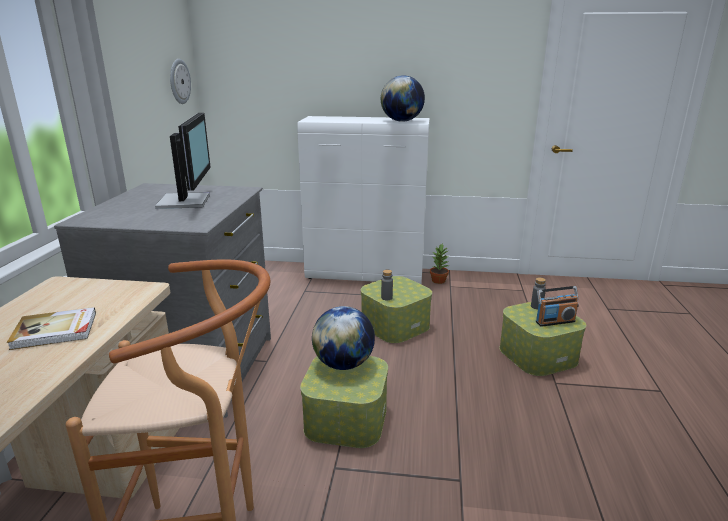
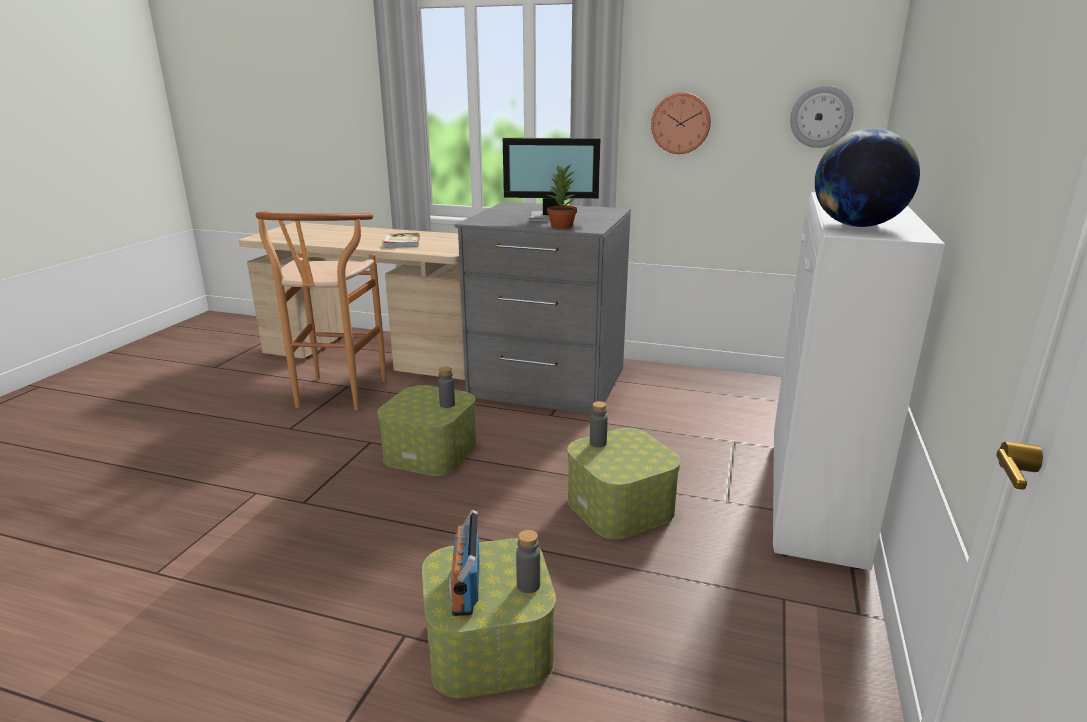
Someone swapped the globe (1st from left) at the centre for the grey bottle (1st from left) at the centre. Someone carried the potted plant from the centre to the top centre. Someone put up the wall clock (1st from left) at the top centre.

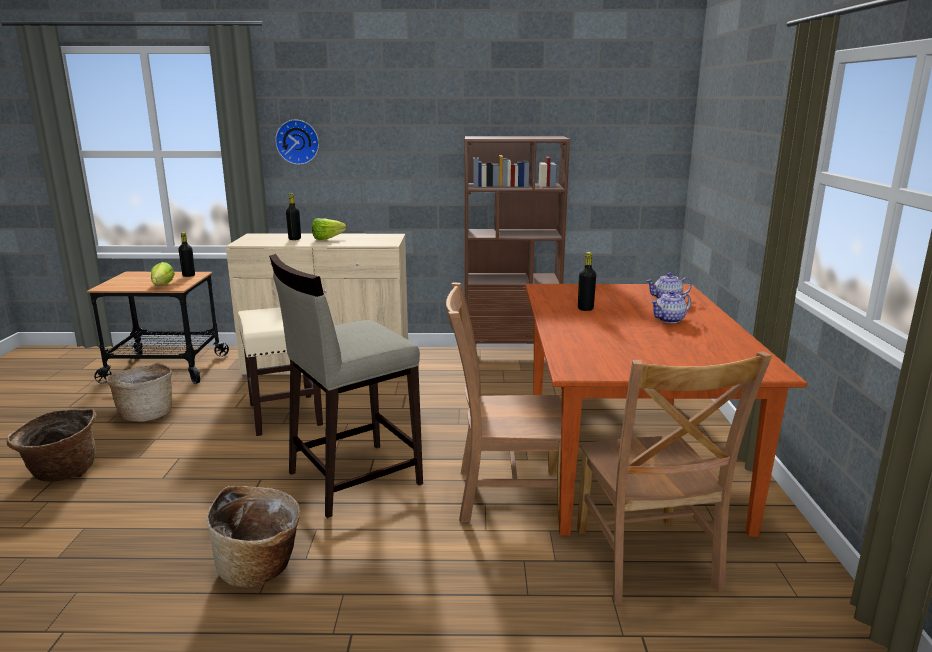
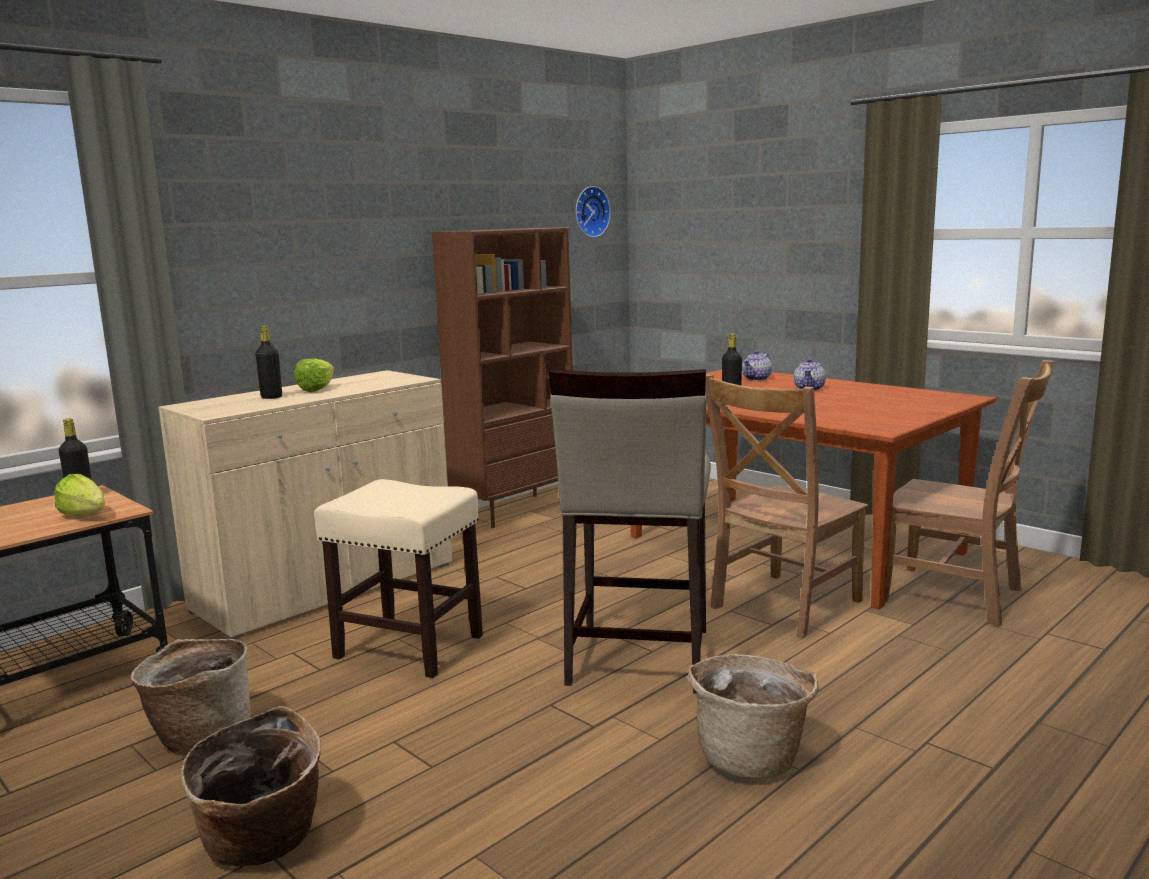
Someone carried the wall clock from the top left to the top centre.

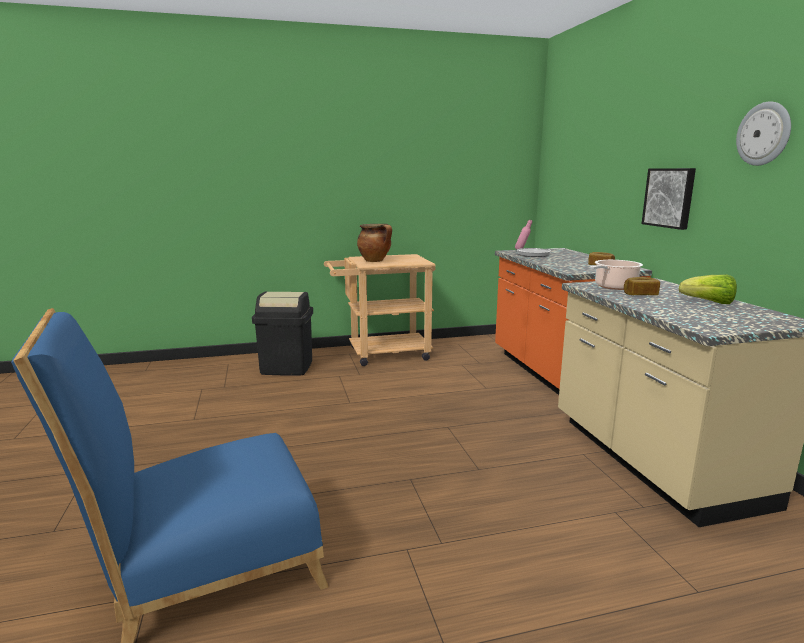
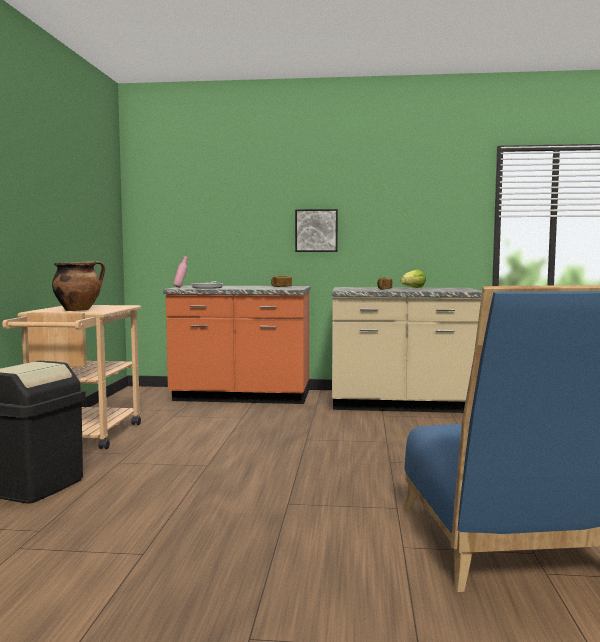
Someone took away the cooking pot (2nd from left) at the middle right. Someone took away the wall clock at the top right.

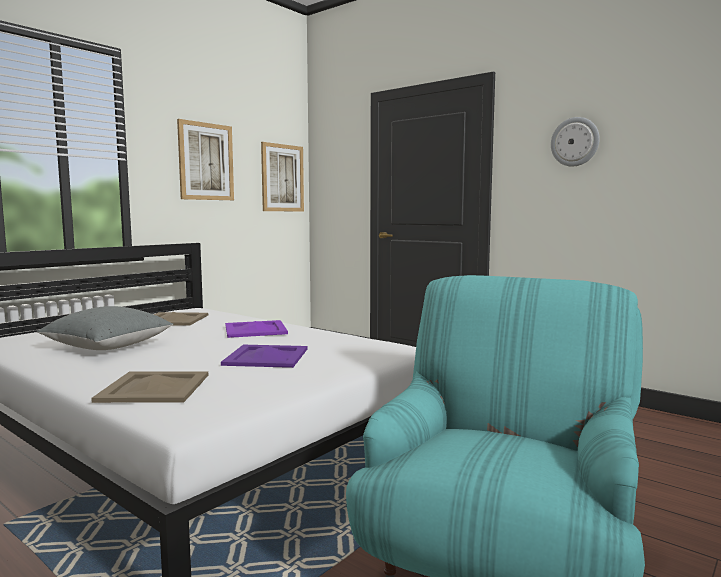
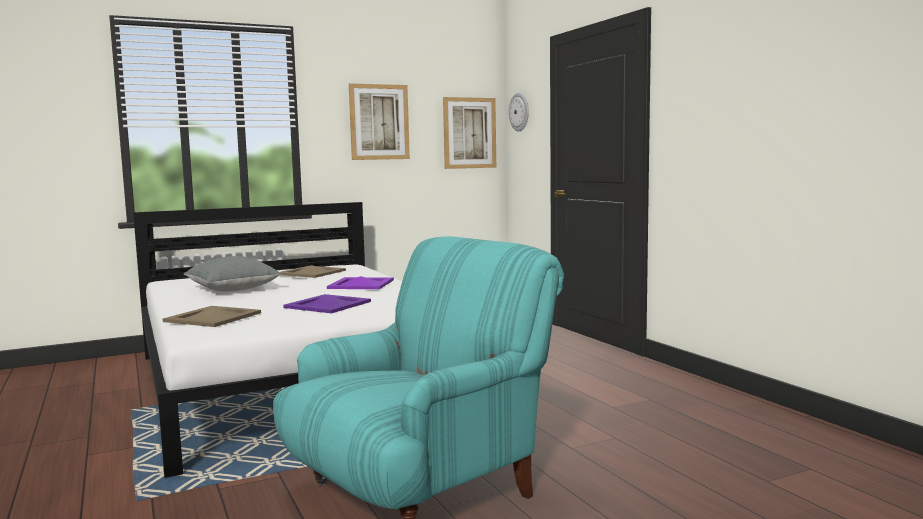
Someone carried the wall clock from the top right to the top centre.

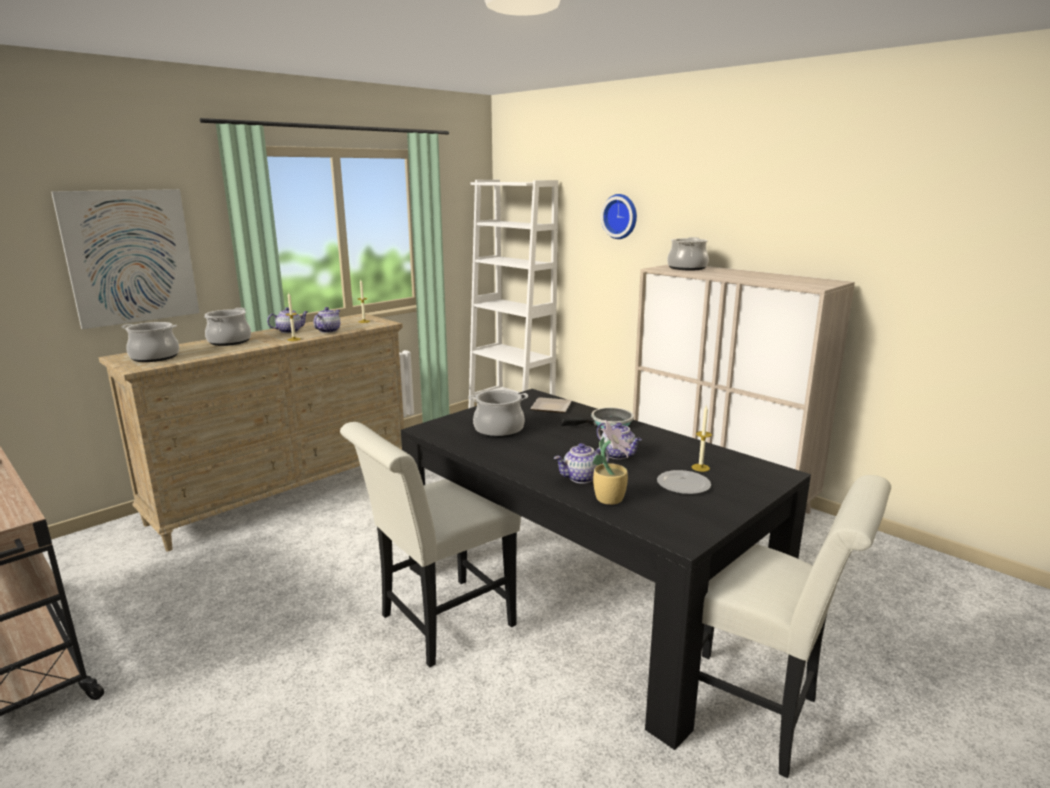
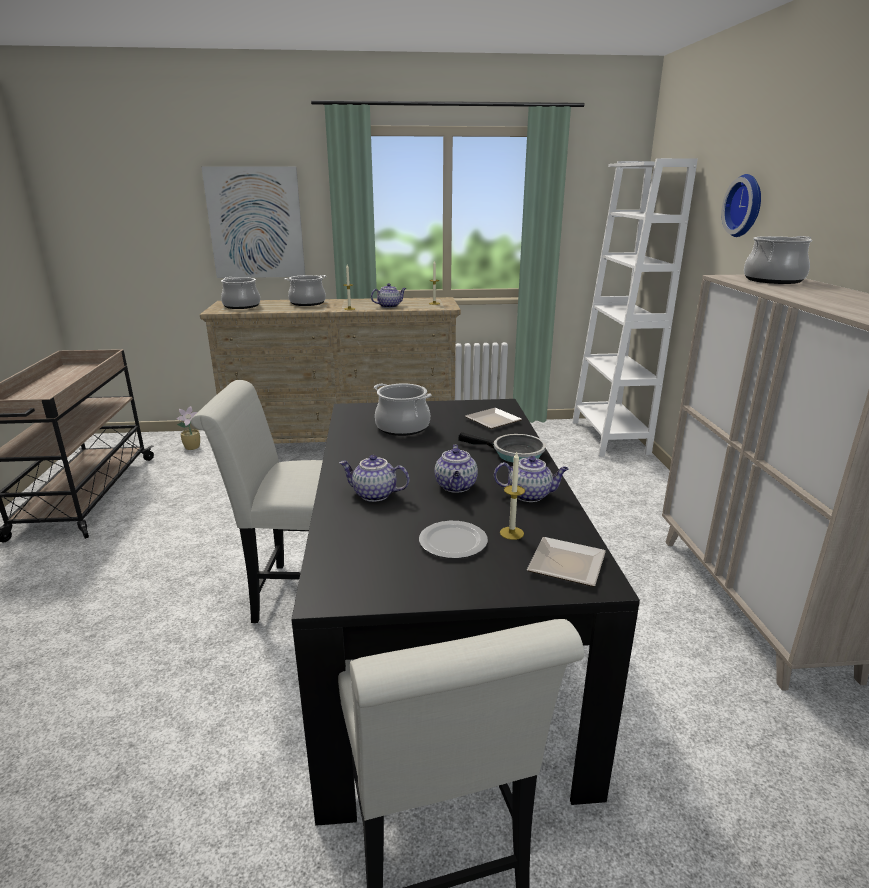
Someone carried the teapot (1st from left in the first image) from the middle left to the centre. Someone carried the potted plant from the centre to the middle left. Someone put down the plate (3rd from left) at the centre.

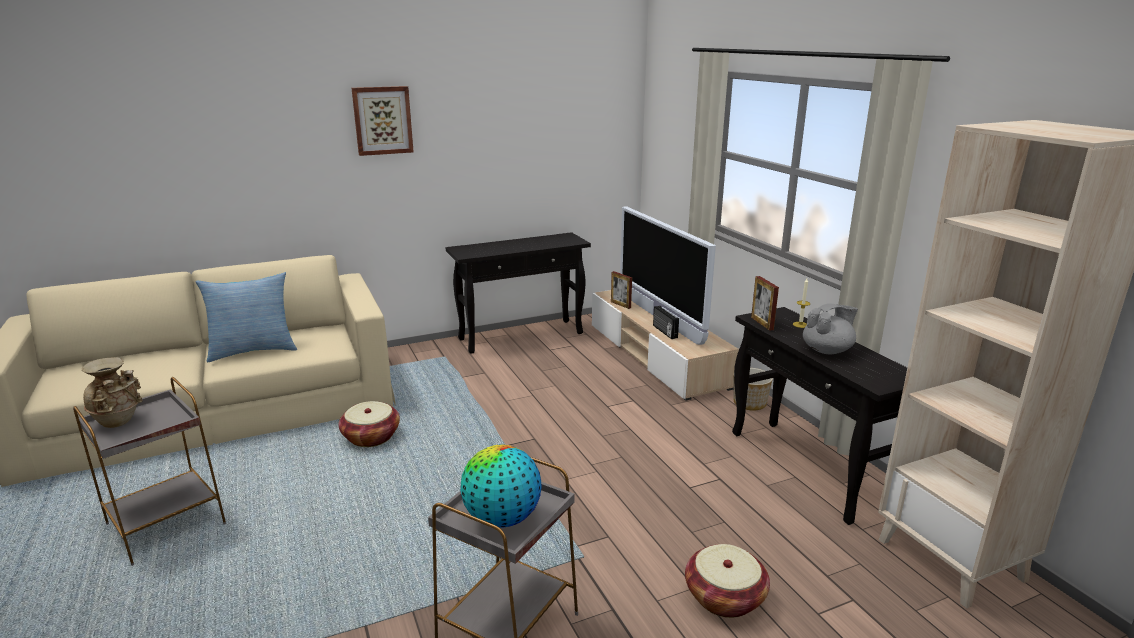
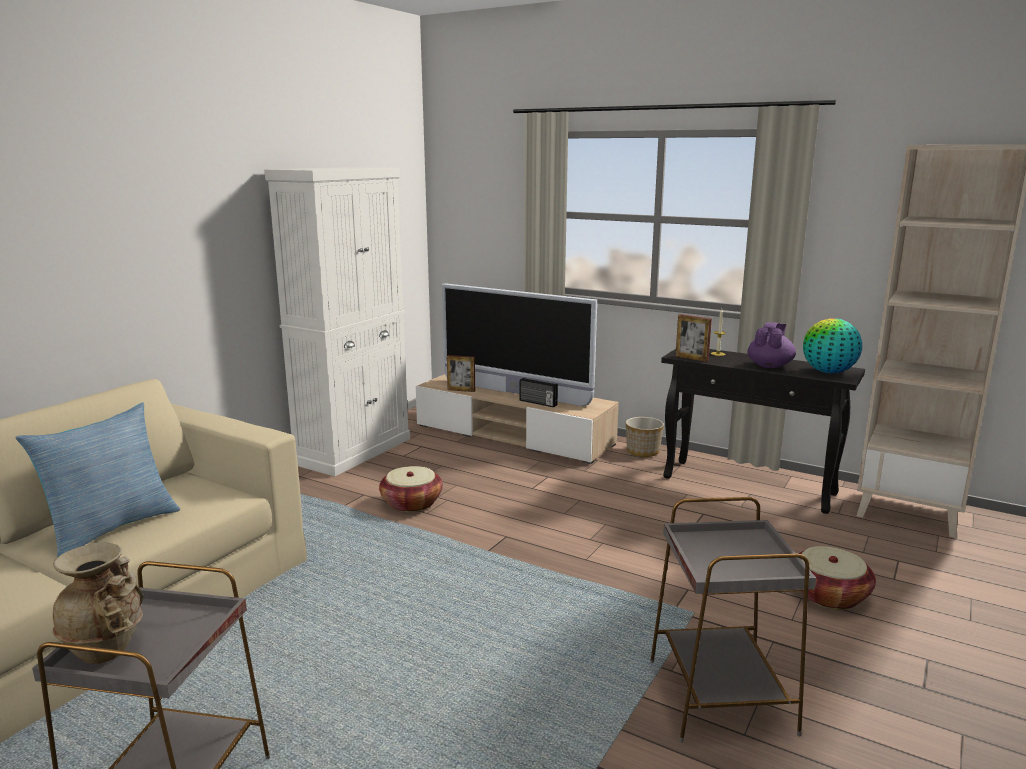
Someone carried the basket (1st from left) from the middle left to the centre. Someone took away the picture at the top centre. Someone swapped the black console table (1st from left) at the centre for the white cabinet at the middle left. Someone carried the globe from the bottom centre to the middle right. Someone repainted the grey teapot at the middle right, which became the purple teapot at the middle right.

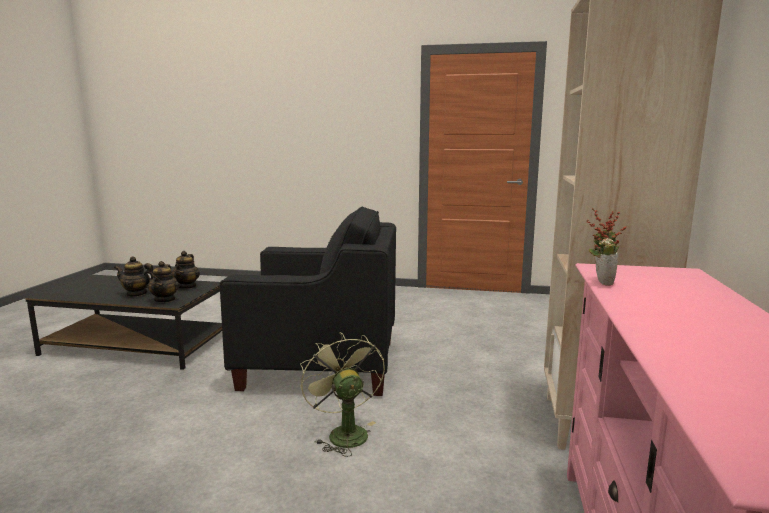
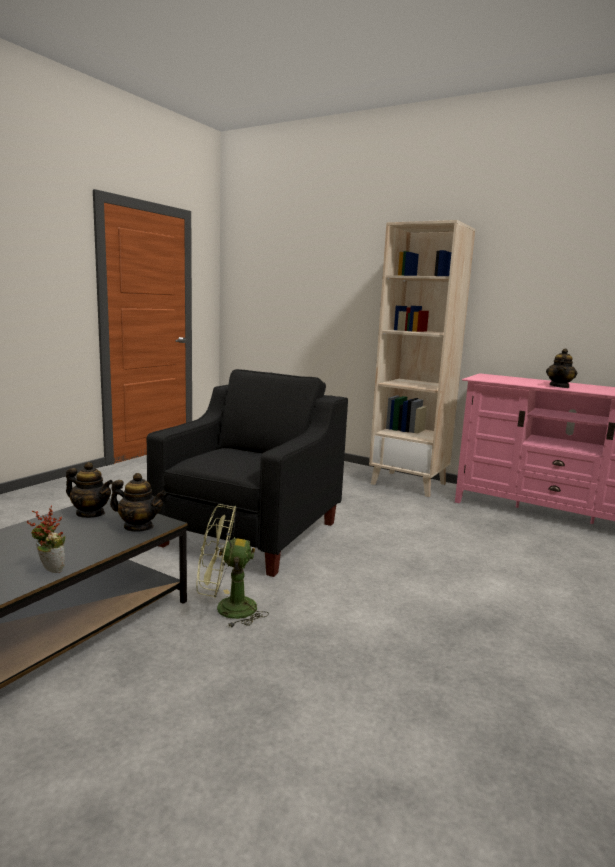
Someone carried the teapot (1st from left in the first image) from the middle left to the middle right. Someone carried the green fan from the bottom centre to the centre. Someone carried the potted plant from the middle right to the middle left.

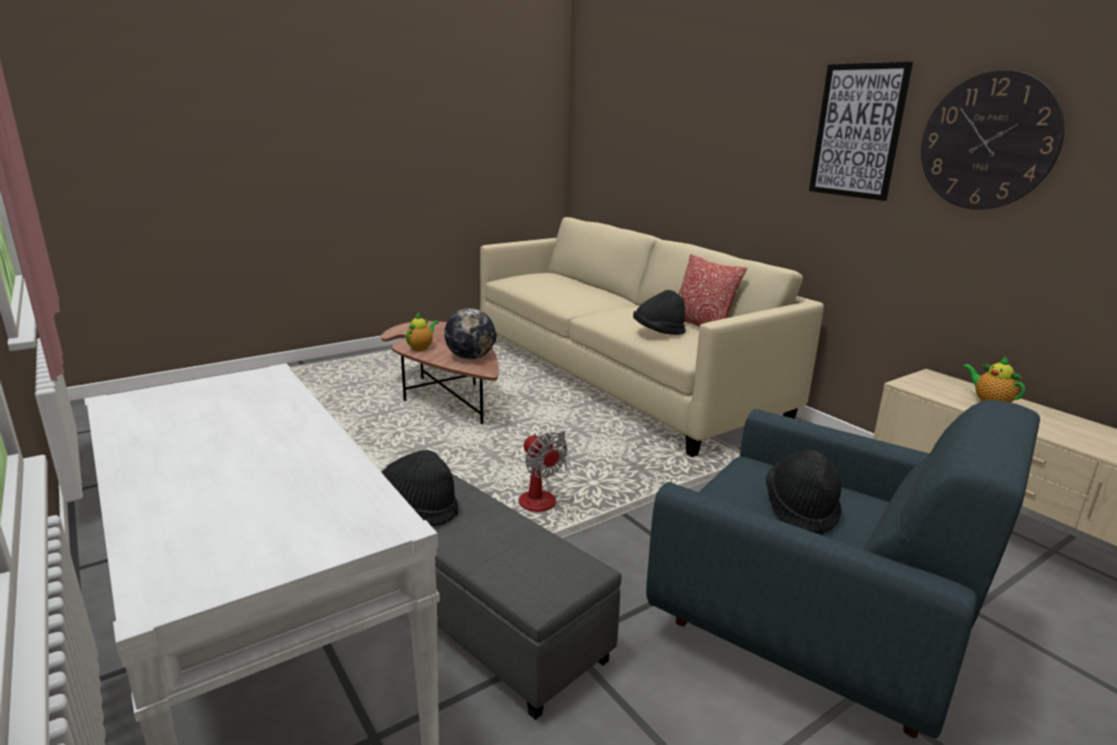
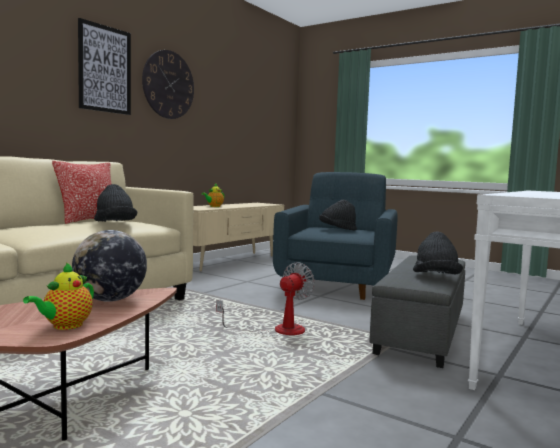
Someone rotated the teapot (1st from left) at the centre by 75 degrees counterclockwise.

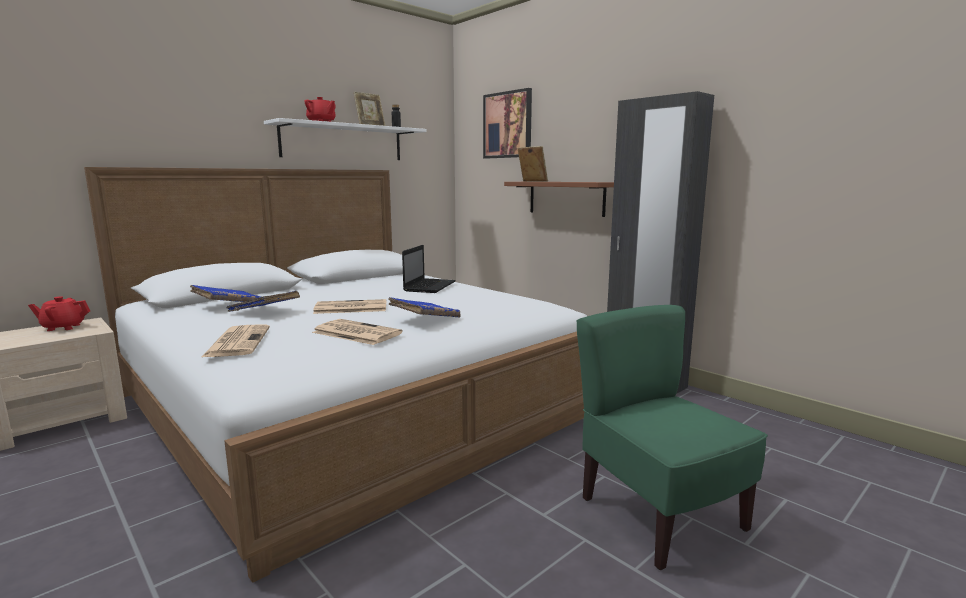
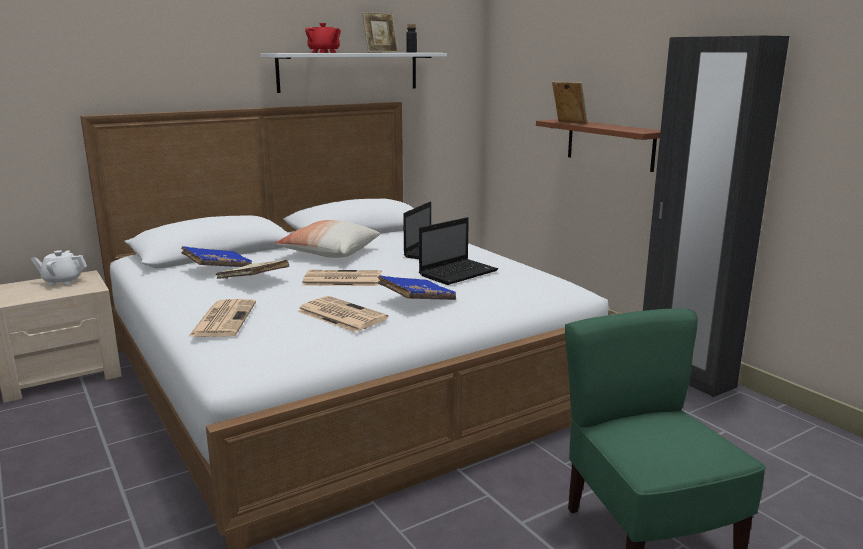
Someone repainted the red teapot (1st from left) at the middle left, which became the white teapot at the middle left. Someone repainted the blue book (2nd from left) at the middle left, which became the beige book at the middle left. Someone took away the picture at the top centre. Someone put down the pillow at the centre. Someone put down the laptop (2nd from left) at the centre.

